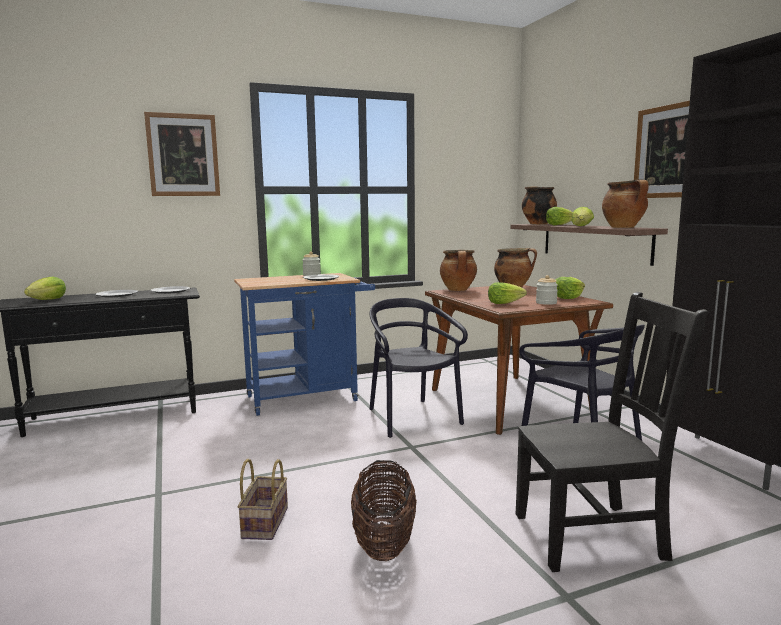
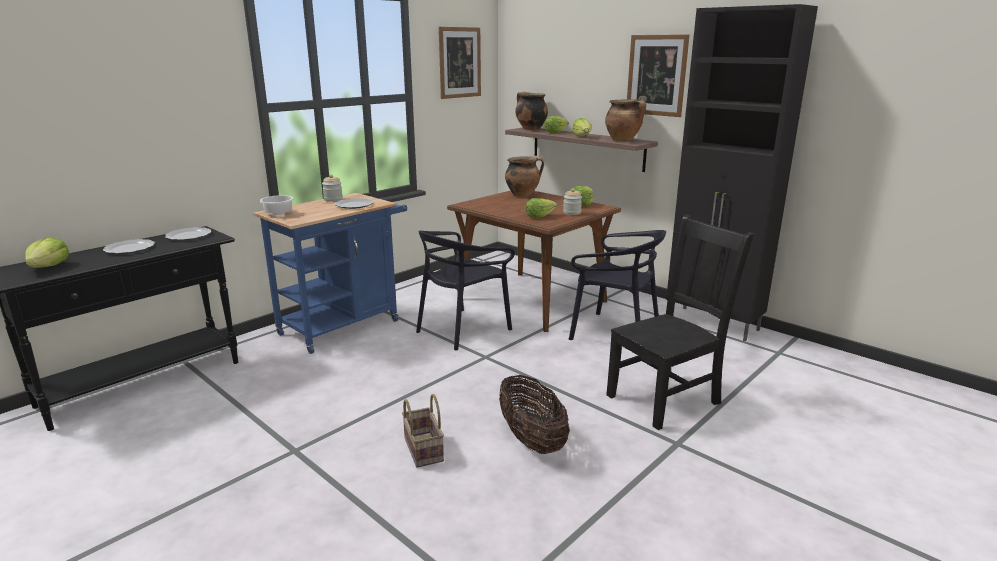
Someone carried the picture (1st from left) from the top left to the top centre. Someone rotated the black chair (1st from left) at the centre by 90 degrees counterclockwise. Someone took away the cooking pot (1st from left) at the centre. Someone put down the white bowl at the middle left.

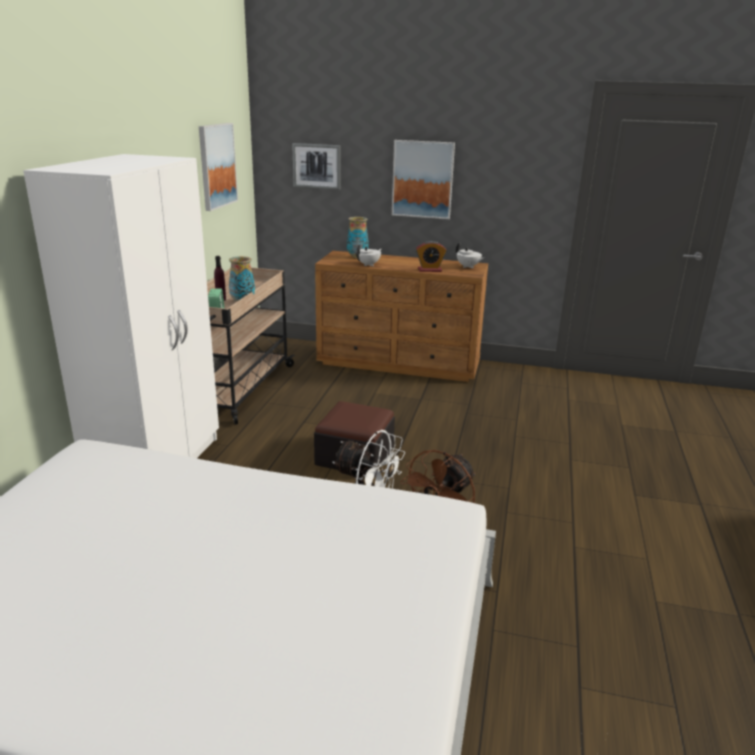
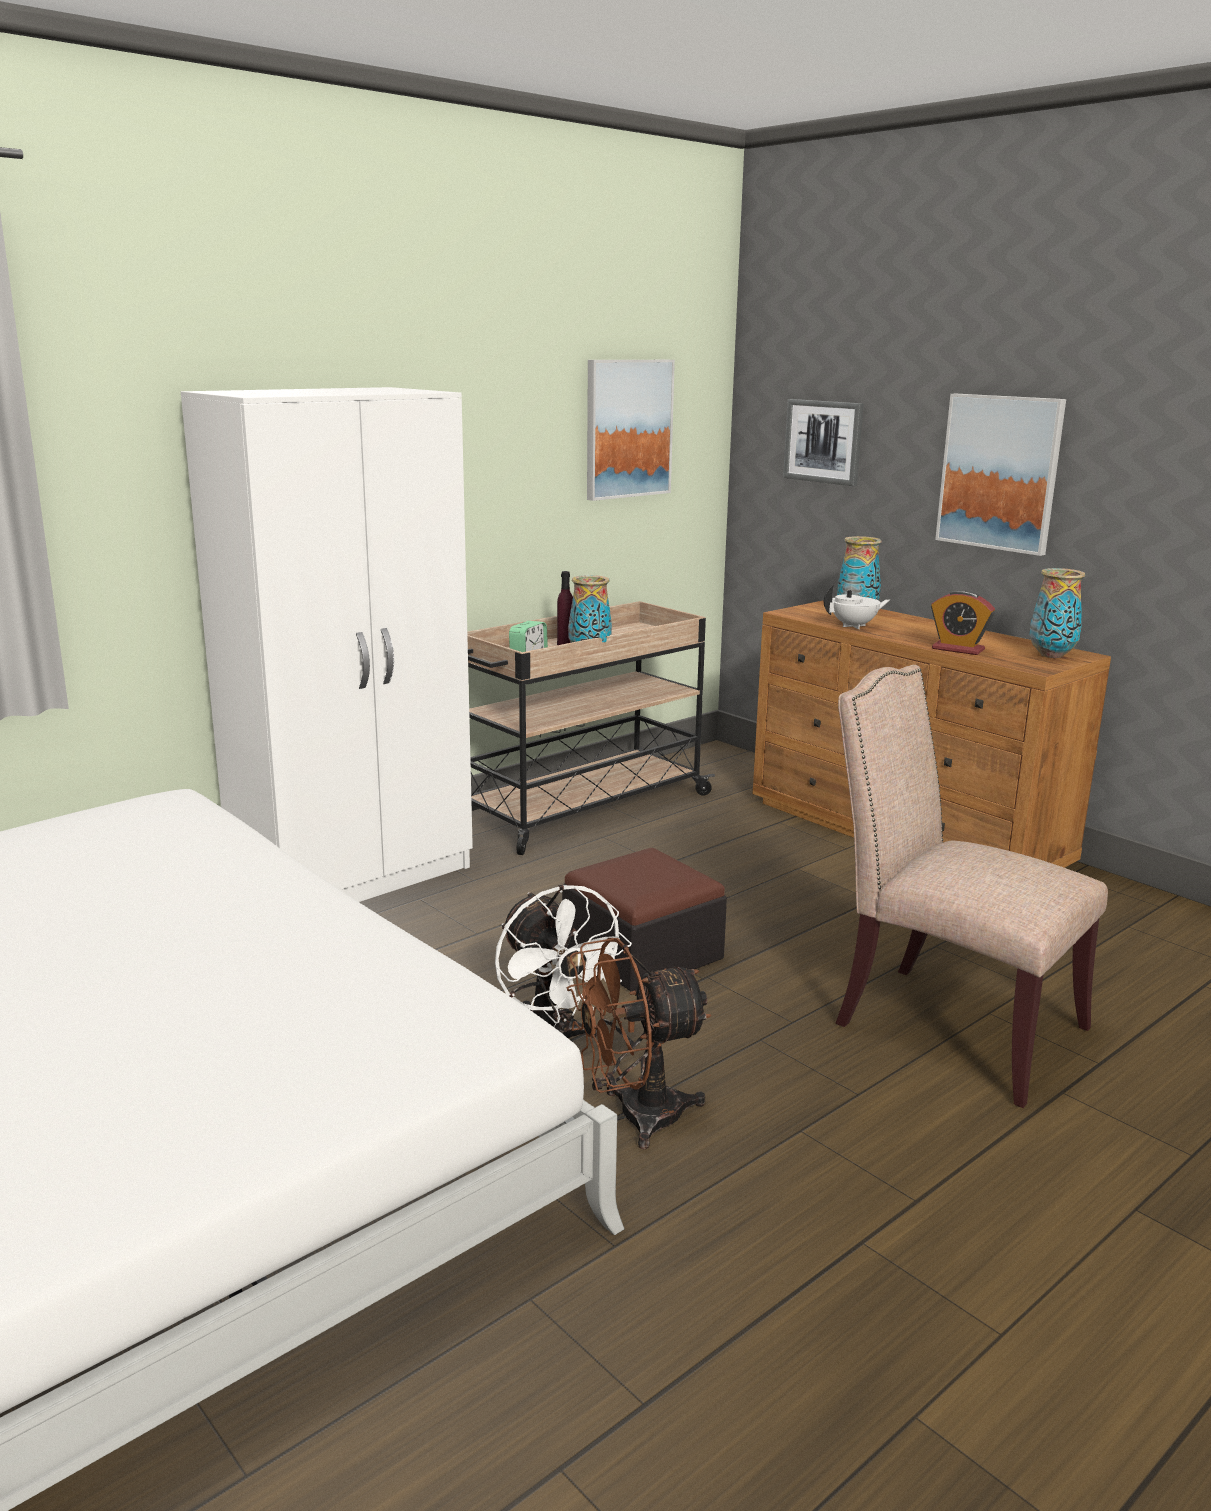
Someone swapped the white teapot (2nd from left) at the centre for the vase (3rd from left) at the middle right. Someone put down the beige chair at the middle right.

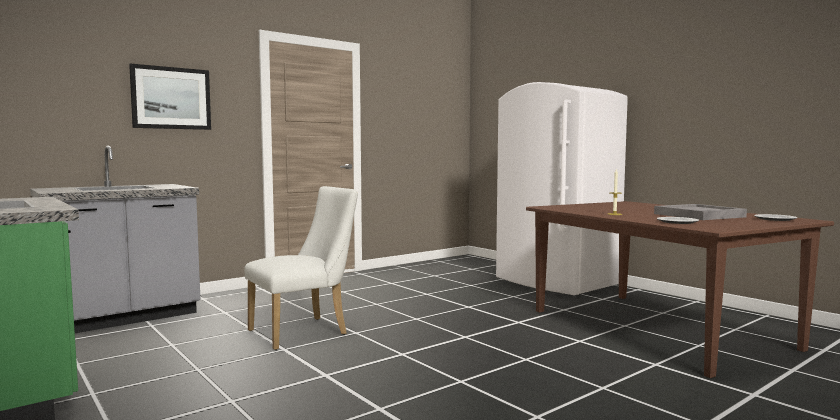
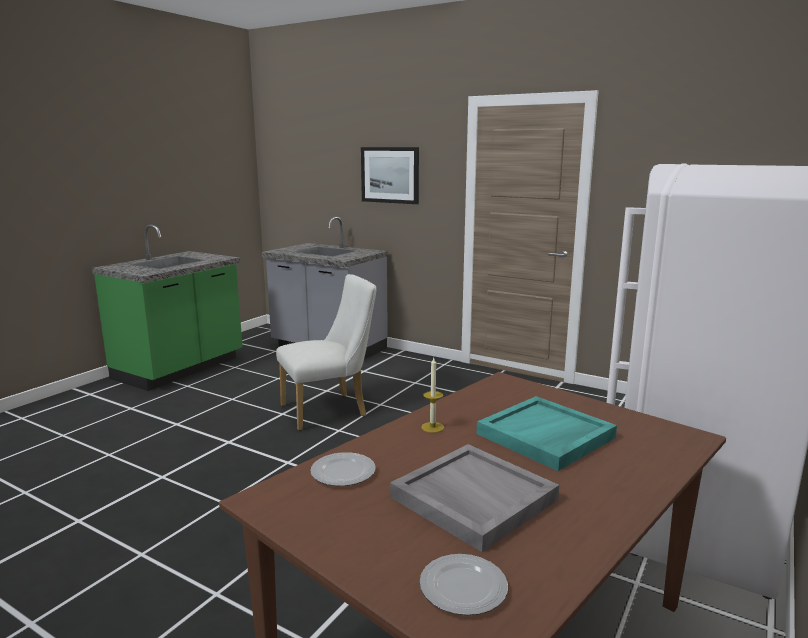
Someone rotated the white chair at the centre by 60 degrees counterclockwise. Someone put down the turquoise tray at the bottom right.

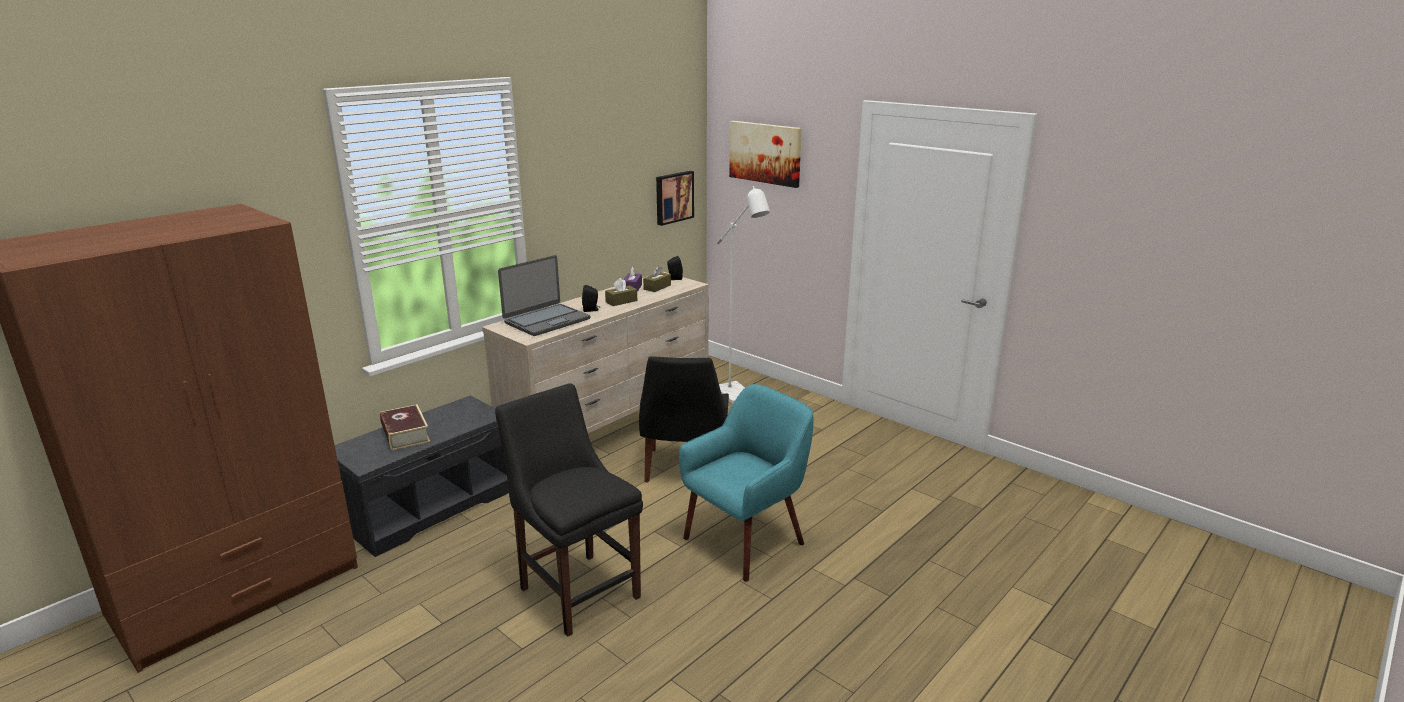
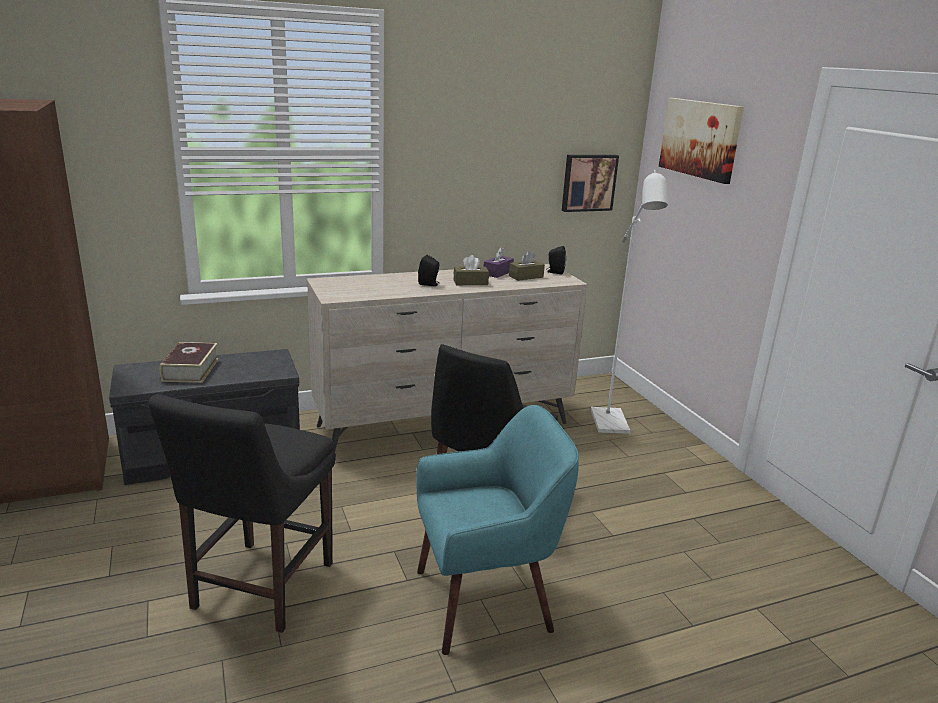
Someone rotated the black chair (1st from left) at the bottom centre by 150 degrees counterclockwise. Someone took away the laptop at the centre.

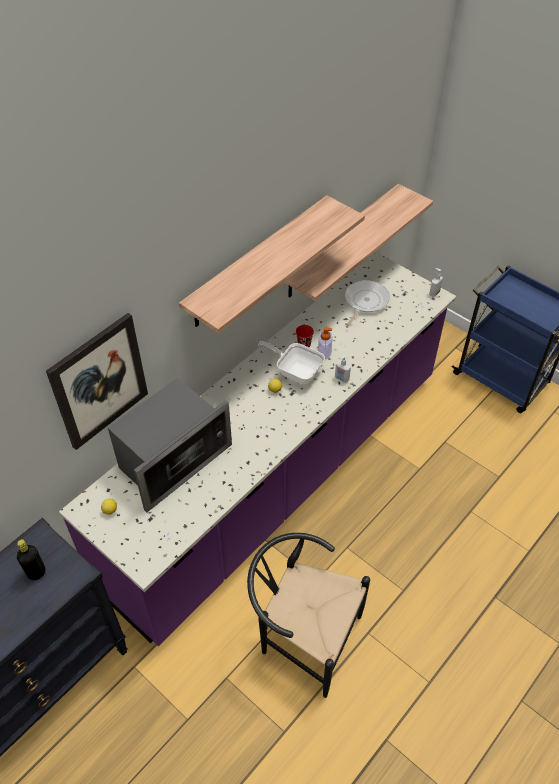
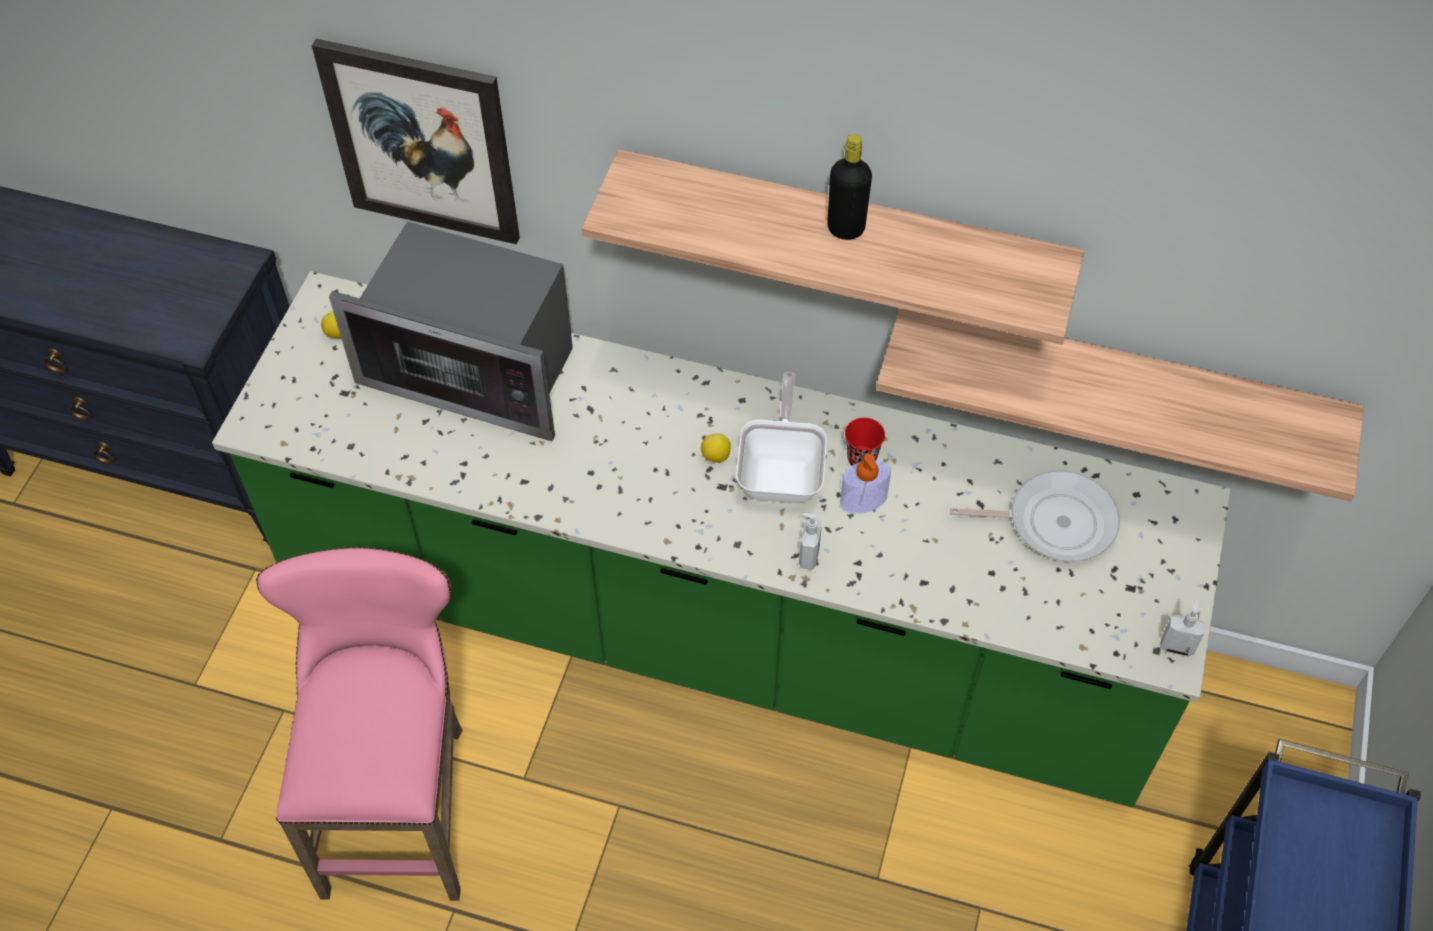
Someone carried the black bottle from the bottom left to the top centre. Someone repainted the purple counter at the centre, which became the green counter at the centre. Someone swapped the black chair at the bottom centre for the pink stool at the bottom left.

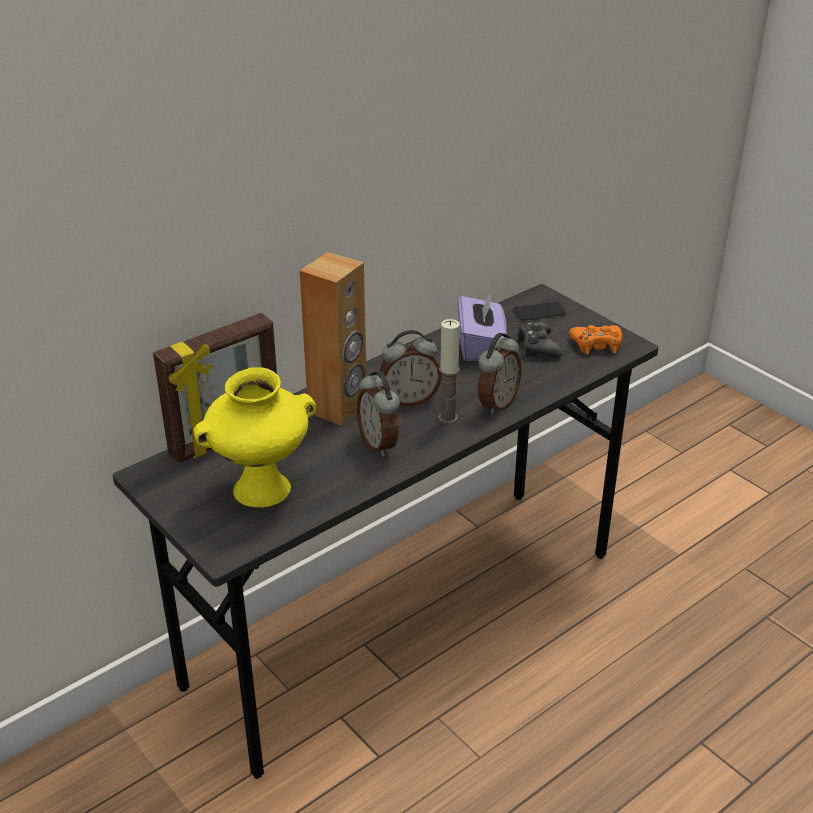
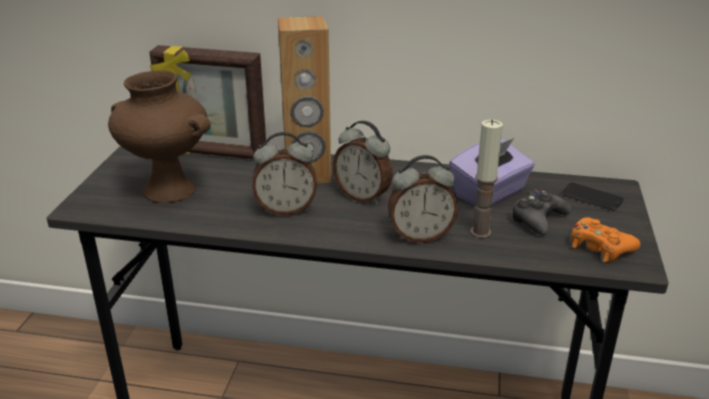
Someone repainted the yellow vase at the middle left, which became the brown vase at the middle left. Someone rotated the alarm clock (1st from left) at the centre by 120 degrees counterclockwise. Someone carried the candle from the centre to the middle right.

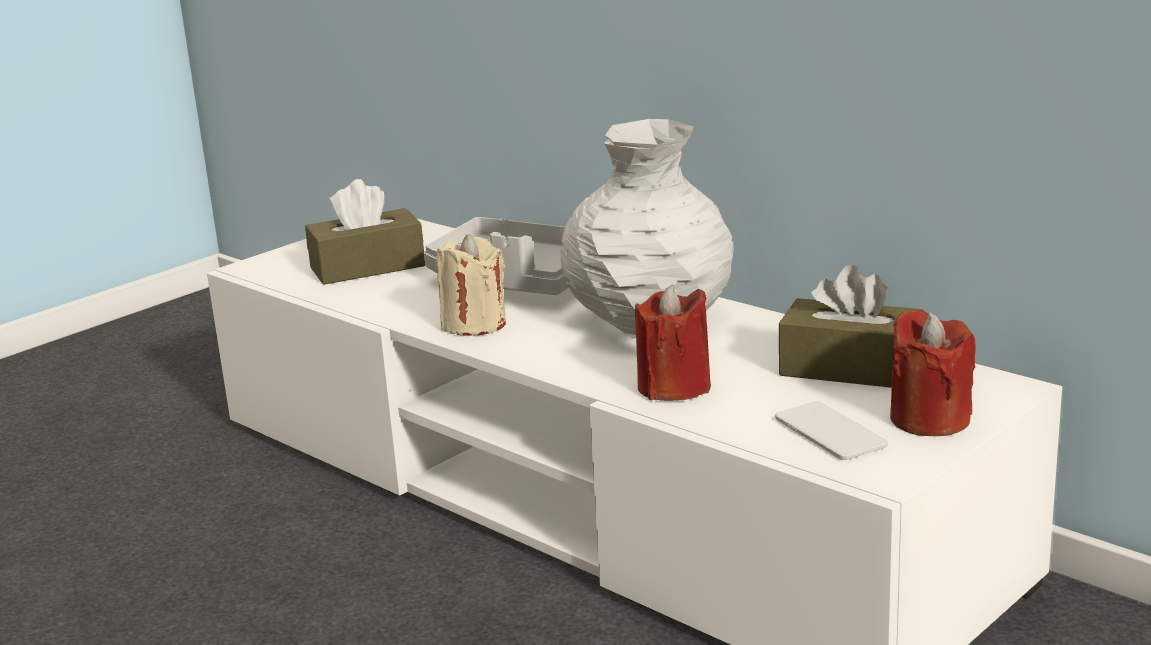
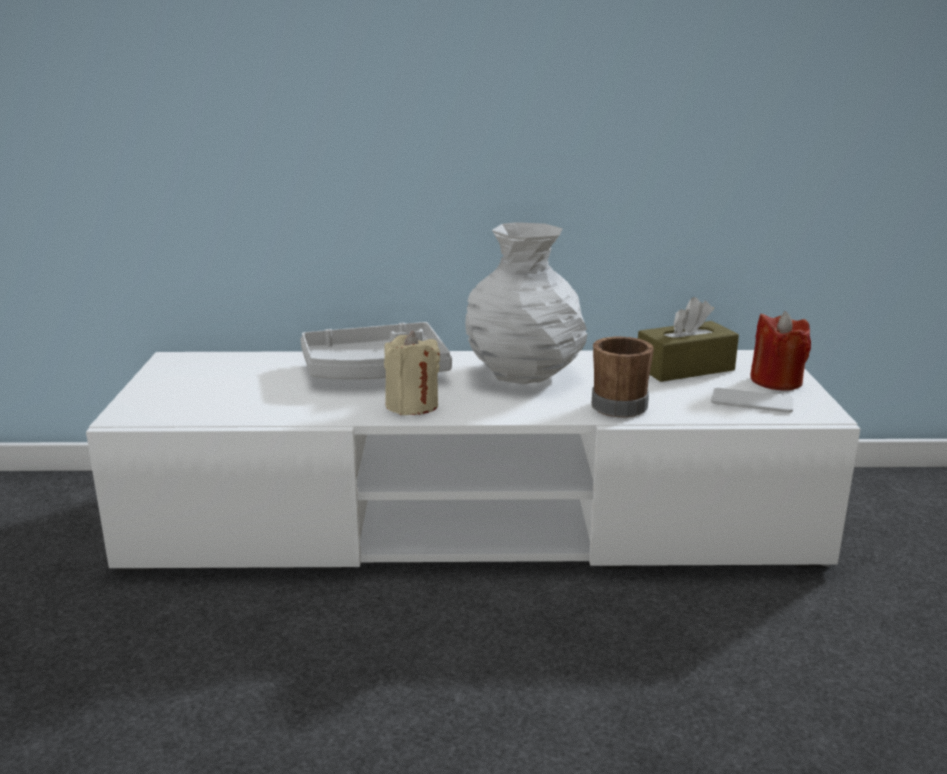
Someone took away the brown tissue box (1st from left) at the middle left. Someone swapped the red candle (1st from left) at the centre for the brown mug at the centre.

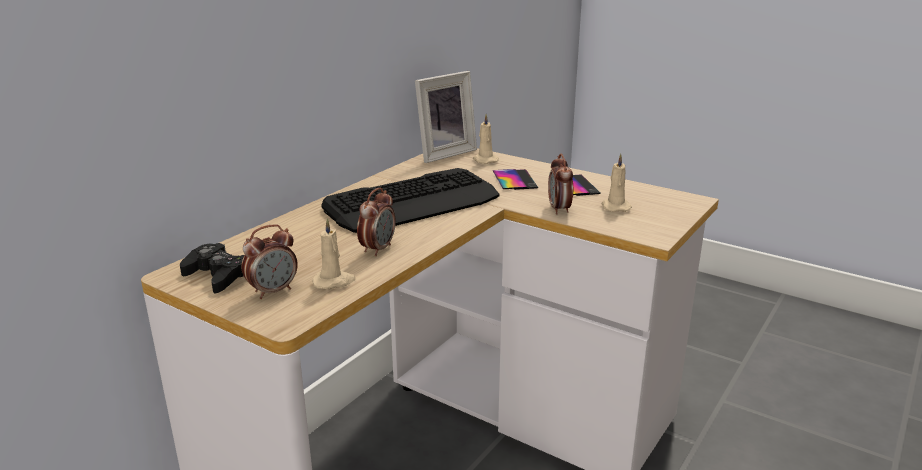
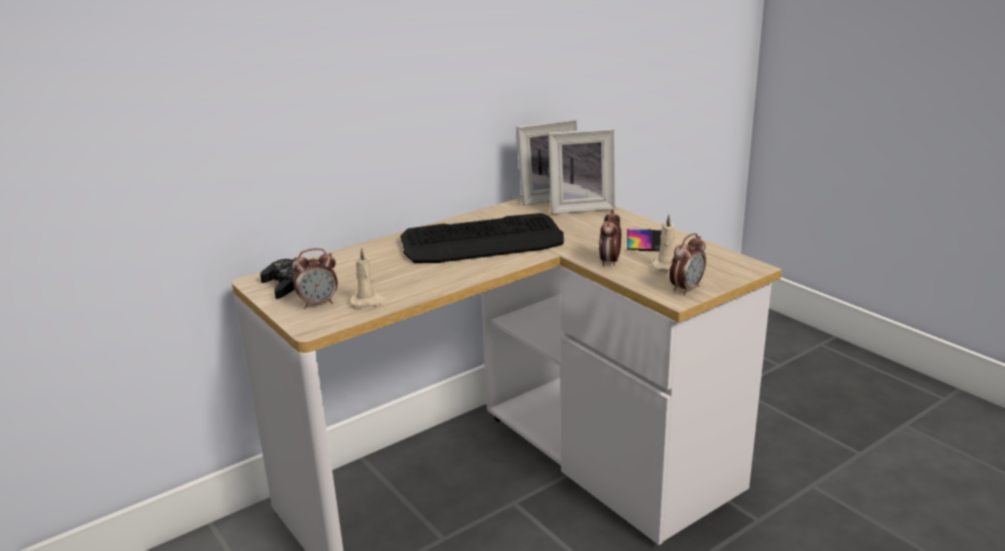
Someone carried the alarm clock (2nd from left in the first image) from the centre to the middle right. Someone swapped the beige candle (2nd from left) at the top centre for the picture frame (2nd from left) at the top centre. Someone took away the phone (1st from left) at the centre.

